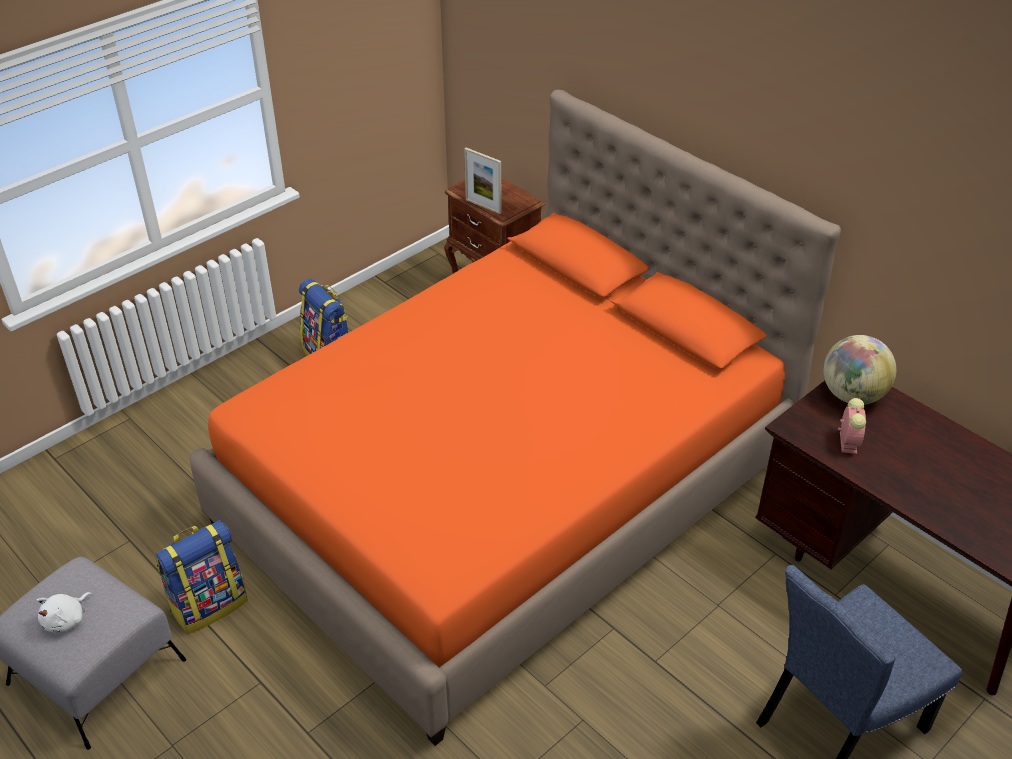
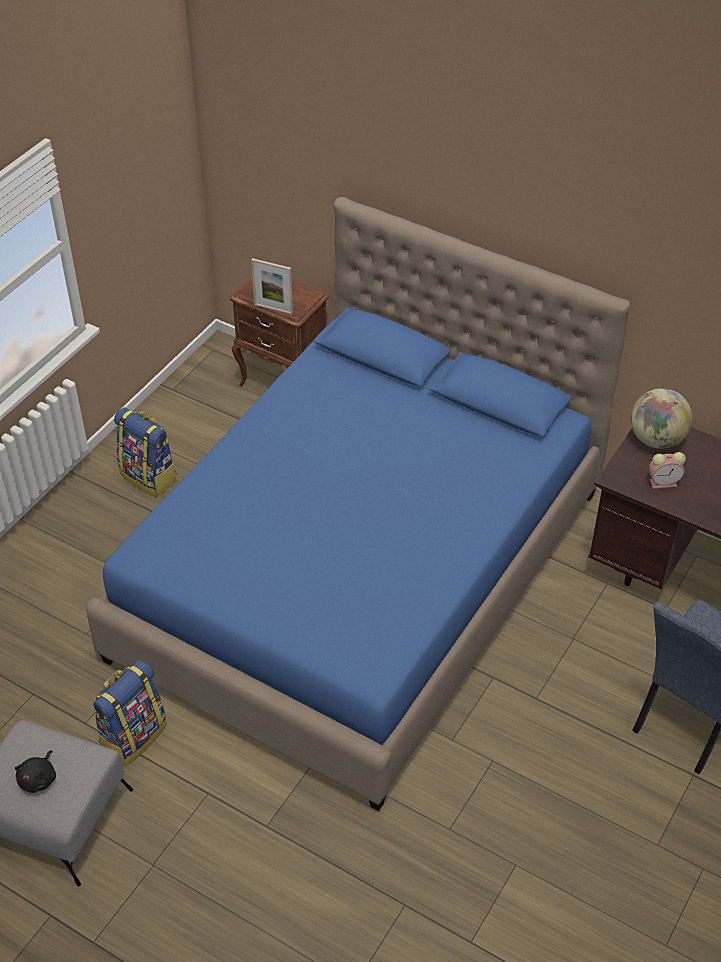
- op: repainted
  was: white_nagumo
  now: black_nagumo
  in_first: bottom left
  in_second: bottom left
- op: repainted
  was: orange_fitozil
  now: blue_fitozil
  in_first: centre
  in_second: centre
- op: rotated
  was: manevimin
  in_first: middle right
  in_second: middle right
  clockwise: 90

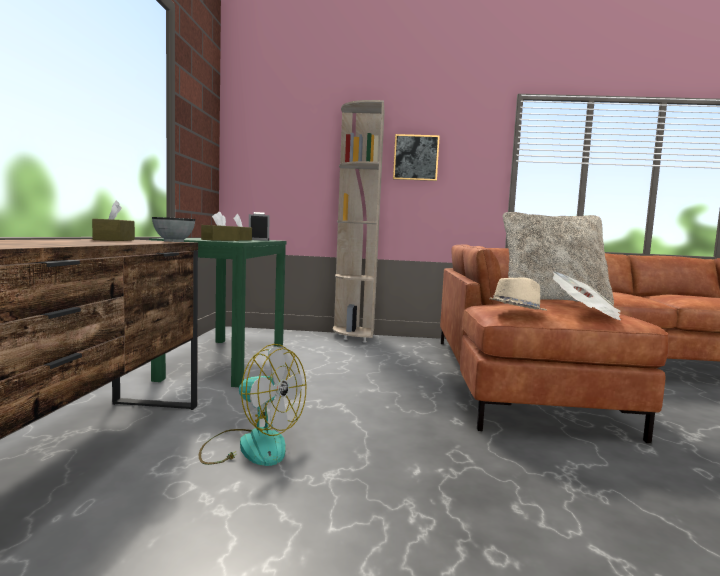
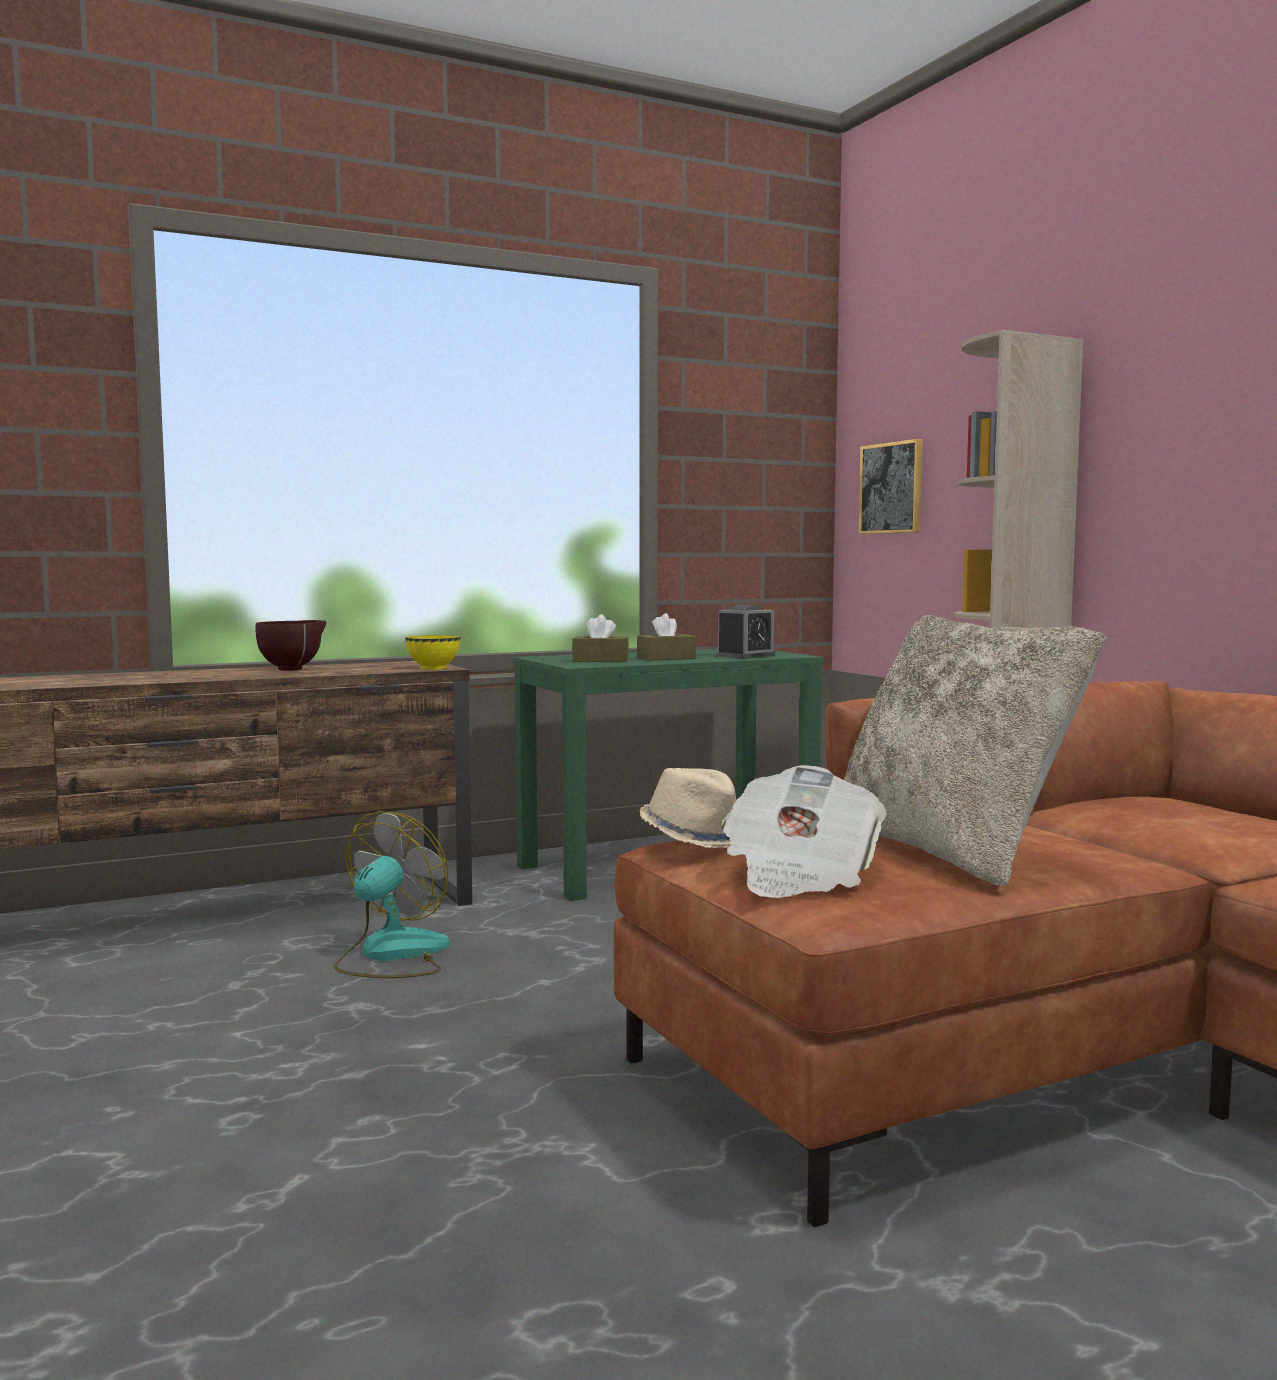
- op: new
  now: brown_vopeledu
  in_second: middle left
- op: rotated
  was: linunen
  in_first: bottom centre
  in_second: middle left
  clockwise: -150
- op: repainted
  was: grey_vopeledu
  now: yellow_vopeledu
  in_first: middle left
  in_second: centre
- op: shifted
  was: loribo
  in_first: top centre
  in_second: middle right
- op: gone
  was: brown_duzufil (no. 1 from left)
  in_first: middle left

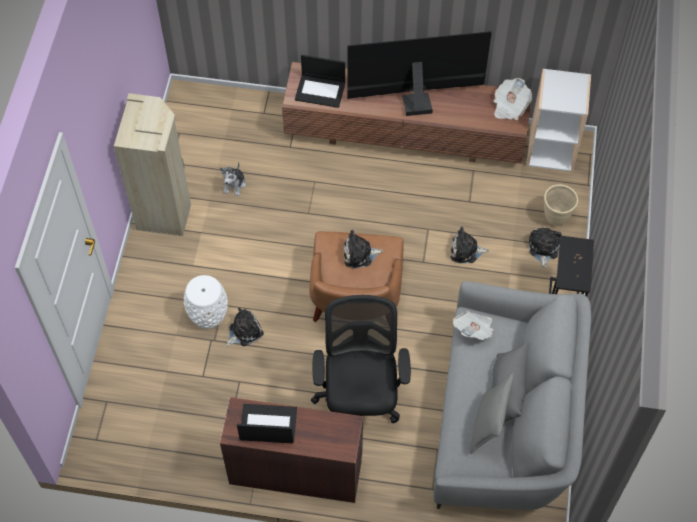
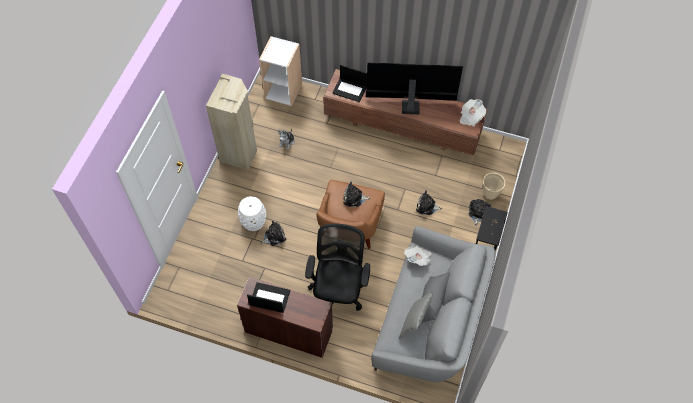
- op: shifted
  was: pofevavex
  in_first: top right
  in_second: top centre

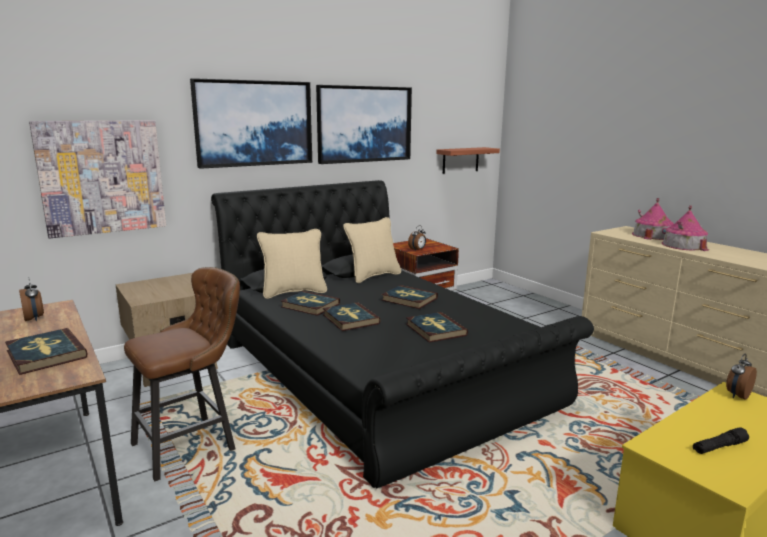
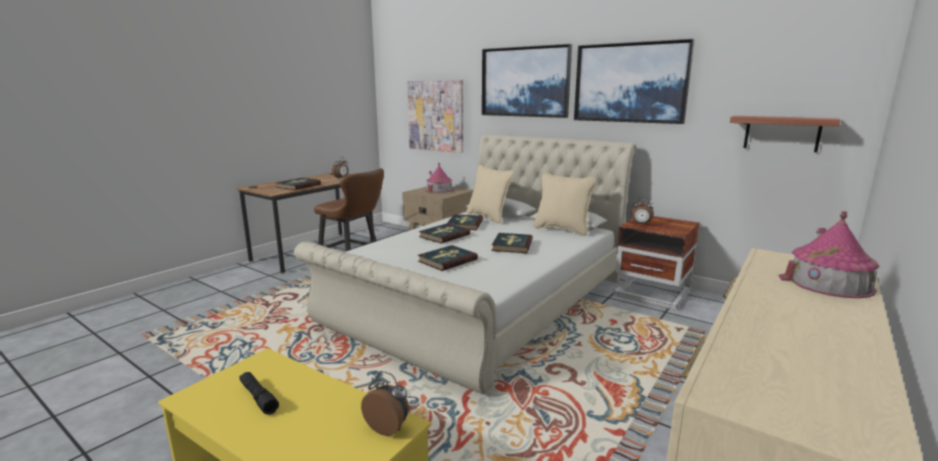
- op: repainted
  was: black_fitozil
  now: beige_fitozil
  in_first: centre
  in_second: centre
- op: shifted
  was: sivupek (no. 2 from left in the first image)
  now: sivupek (no. 1 from left)
  in_first: middle right
  in_second: centre

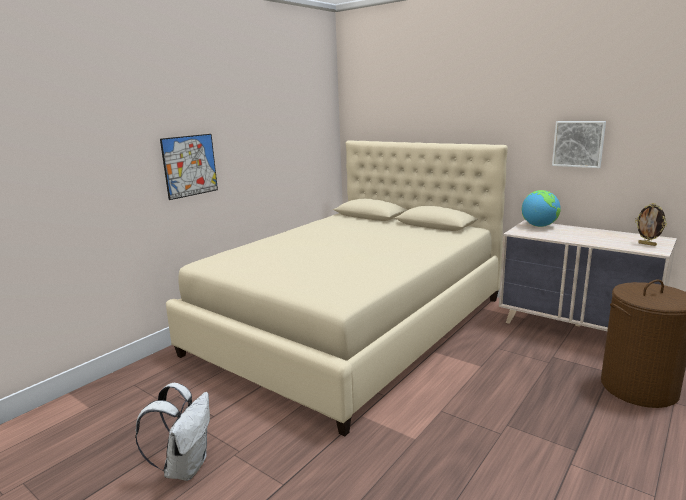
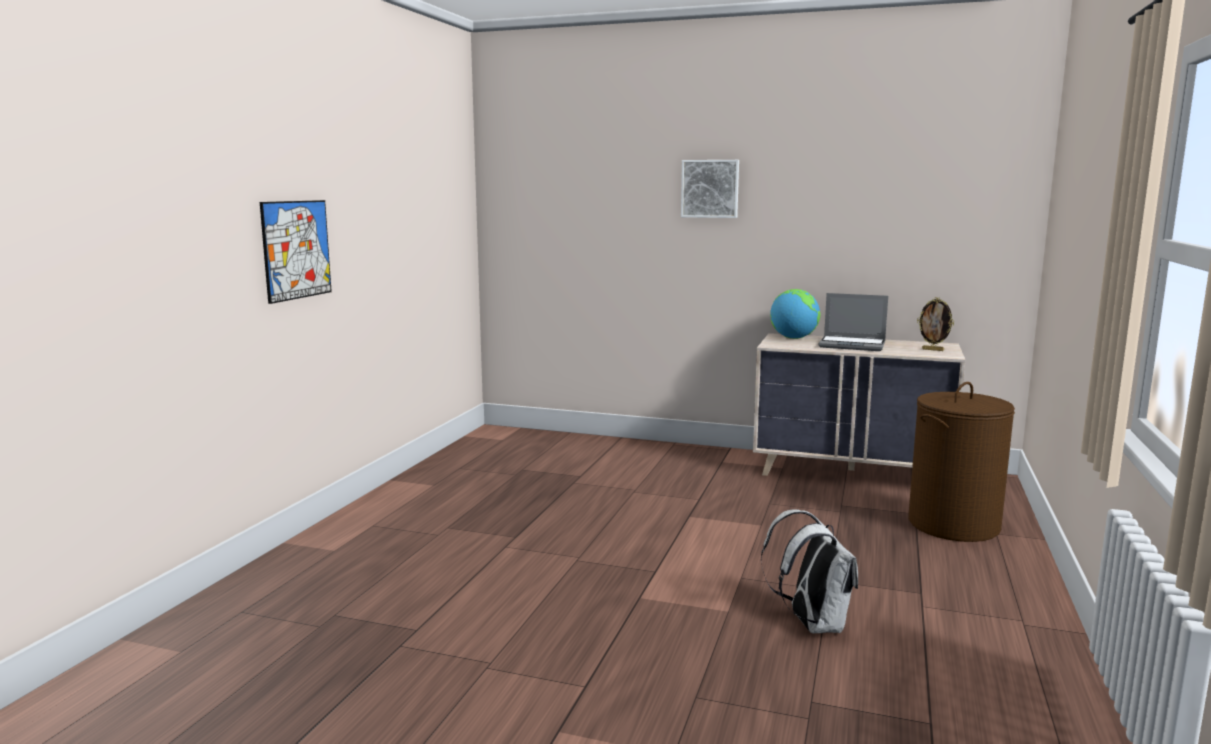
- op: shifted
  was: loribo (no. 2 from left)
  in_first: top right
  in_second: top centre
- op: shifted
  was: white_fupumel
  in_first: bottom left
  in_second: bottom right
- op: new
  now: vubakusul
  in_second: middle right
- op: gone
  was: beige_fitozil
  in_first: centre

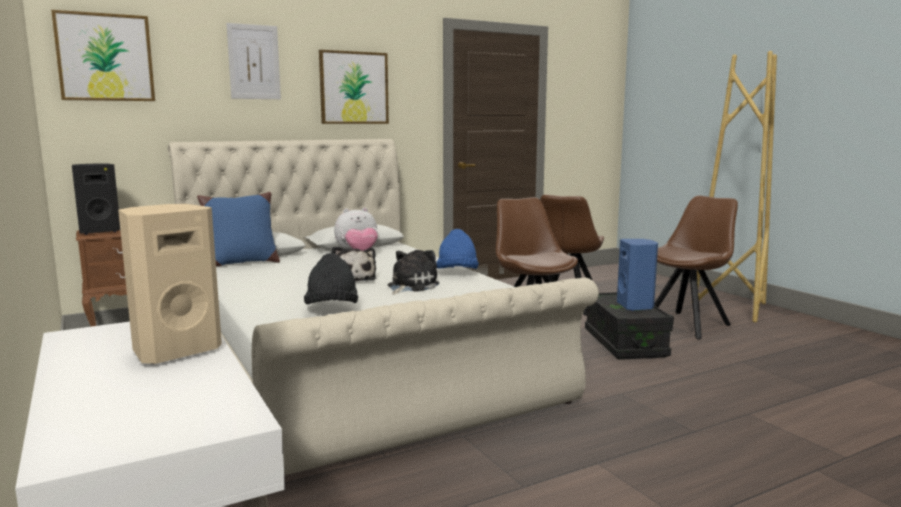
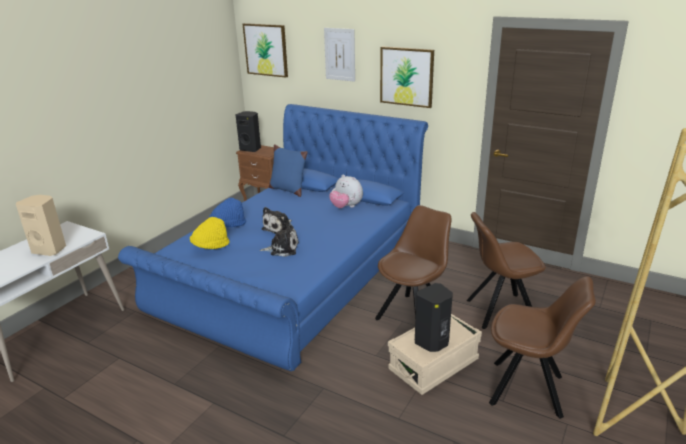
- op: repainted
  was: beige_fitozil
  now: blue_fitozil
  in_first: centre
  in_second: centre
- op: repainted
  was: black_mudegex
  now: yellow_mudegex
  in_first: centre
  in_second: middle left
- op: shifted
  was: blue_mudegex
  in_first: centre
  in_second: middle left
- op: repainted
  was: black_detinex
  now: beige_detinex
  in_first: middle right
  in_second: bottom centre
- op: repainted
  was: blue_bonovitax
  now: black_bonovitax (no. 2 from left)
  in_first: middle right
  in_second: bottom centre

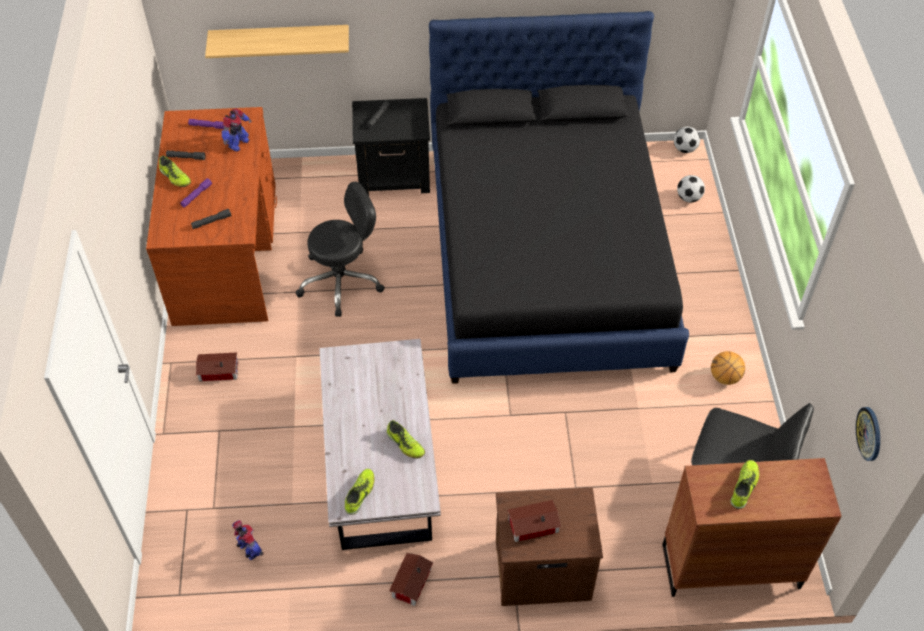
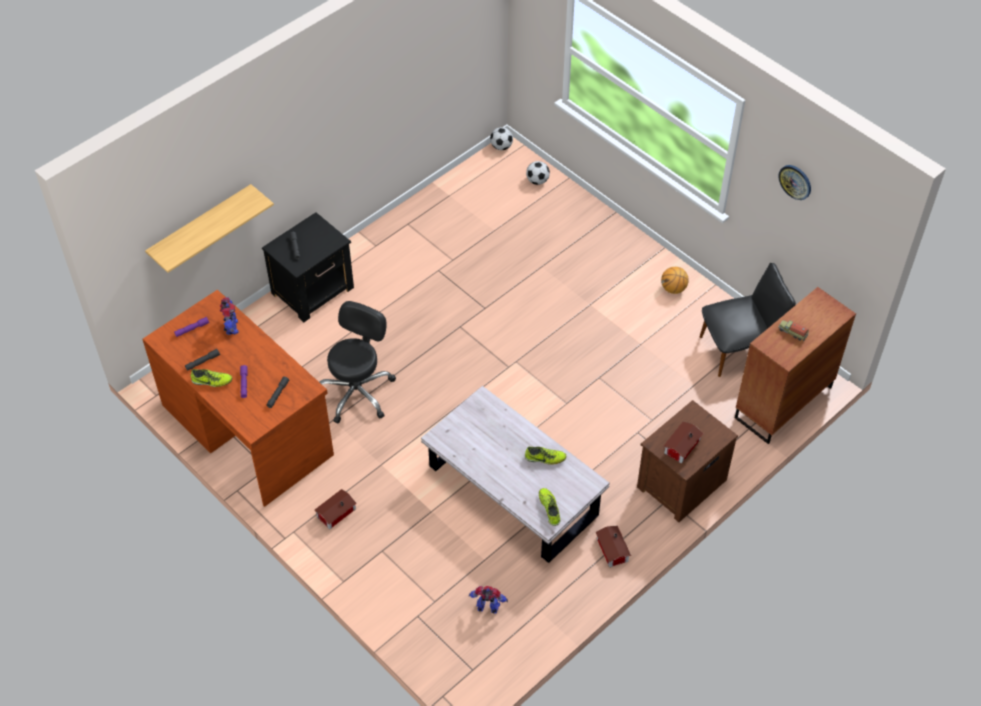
- op: shifted
  was: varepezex
  in_first: bottom right
  in_second: top right
- op: swapped
  was: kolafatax (no. 4 from left)
  now: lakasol
  in_first: bottom right
  in_second: middle right
- op: gone
  was: black_fitozil
  in_first: top centre

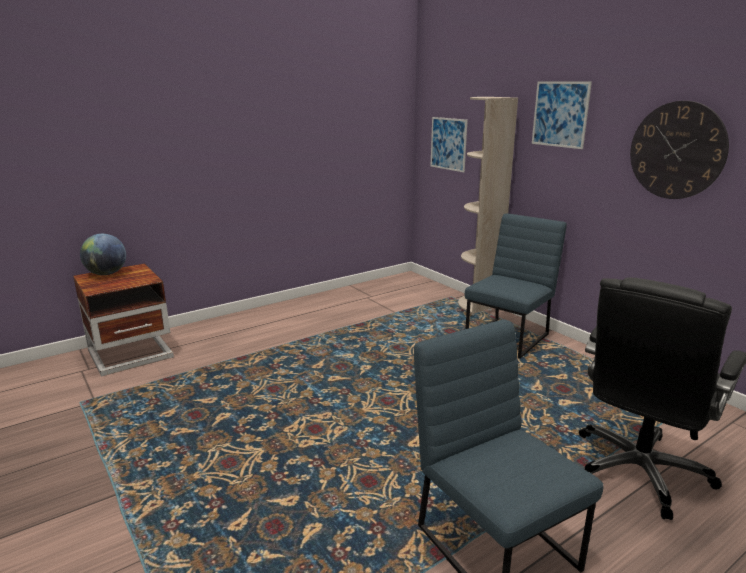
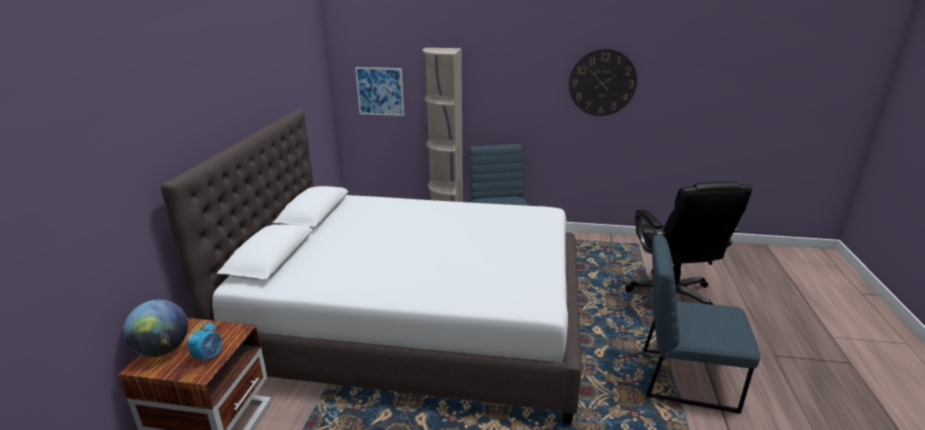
- op: new
  now: white_fitozil
  in_second: centre
- op: new
  now: manevimin
  in_second: bottom left
- op: gone
  was: loribo (no. 2 from left)
  in_first: top right

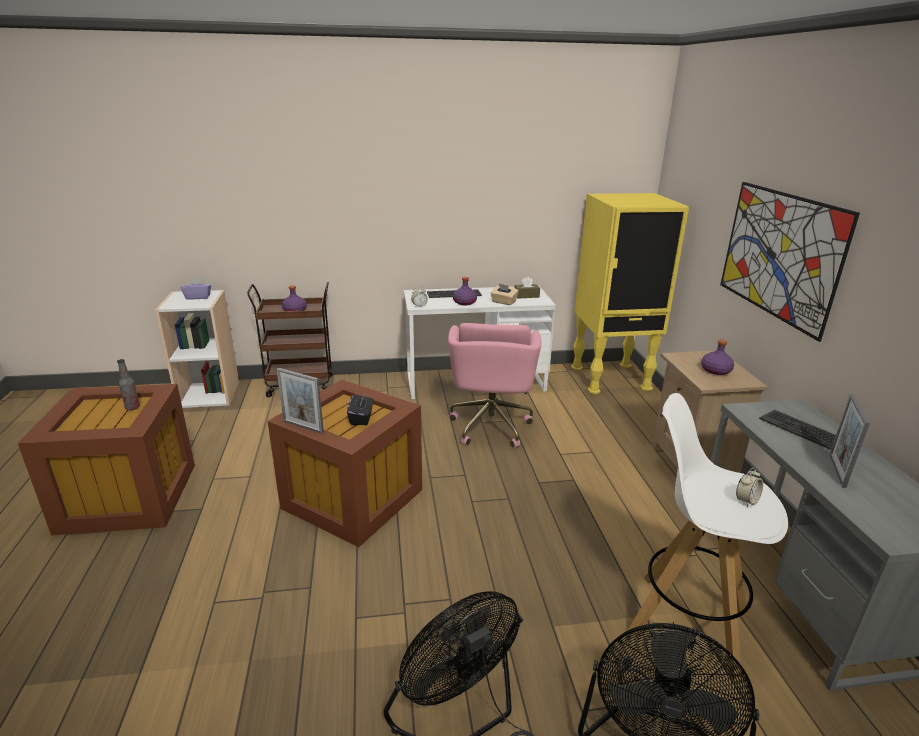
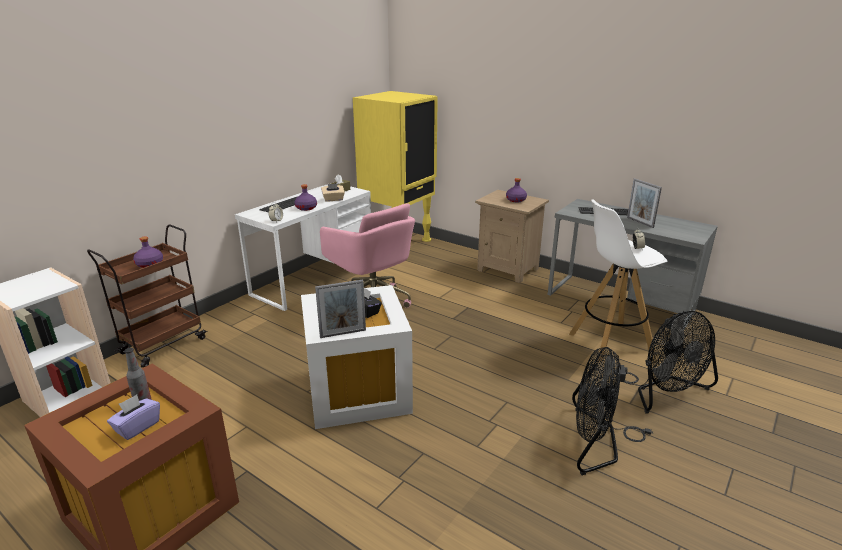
- op: shifted
  was: purple_duzufil
  in_first: middle left
  in_second: bottom left
- op: repainted
  was: brown_detinex (no. 2 from left)
  now: white_detinex
  in_first: centre
  in_second: centre
- op: gone
  was: loribo
  in_first: middle right

